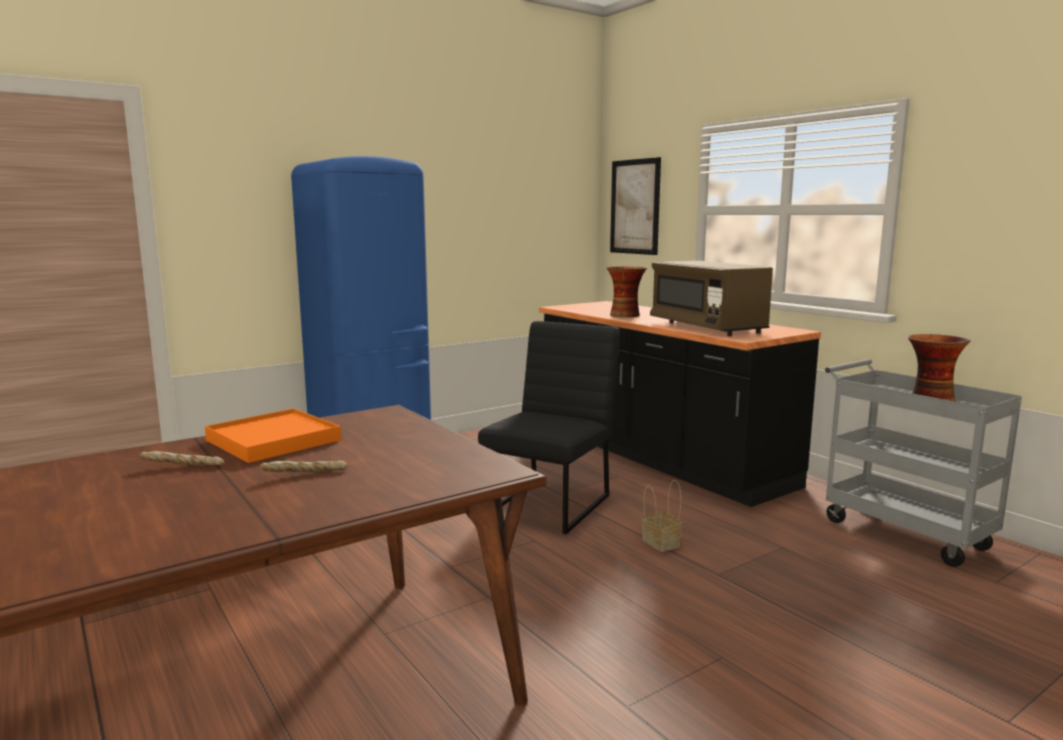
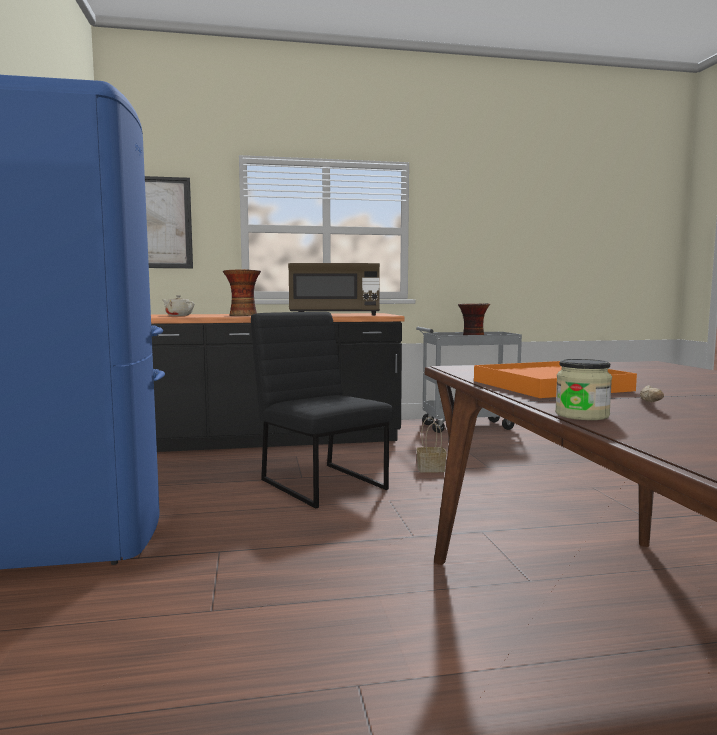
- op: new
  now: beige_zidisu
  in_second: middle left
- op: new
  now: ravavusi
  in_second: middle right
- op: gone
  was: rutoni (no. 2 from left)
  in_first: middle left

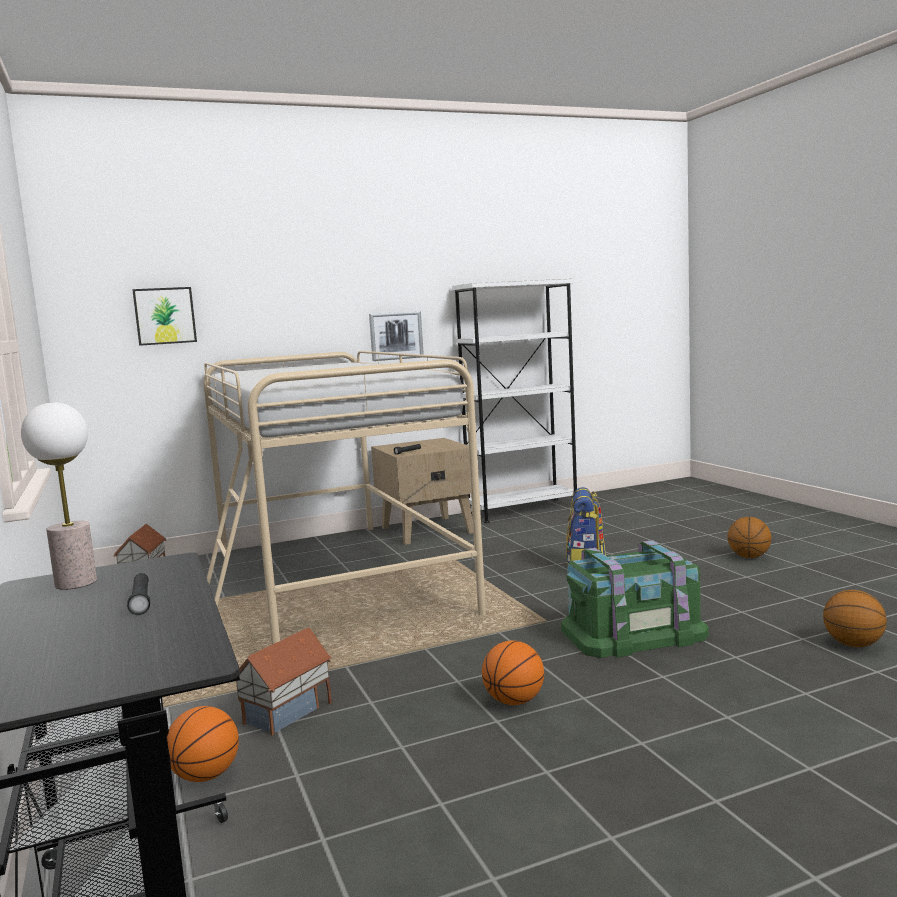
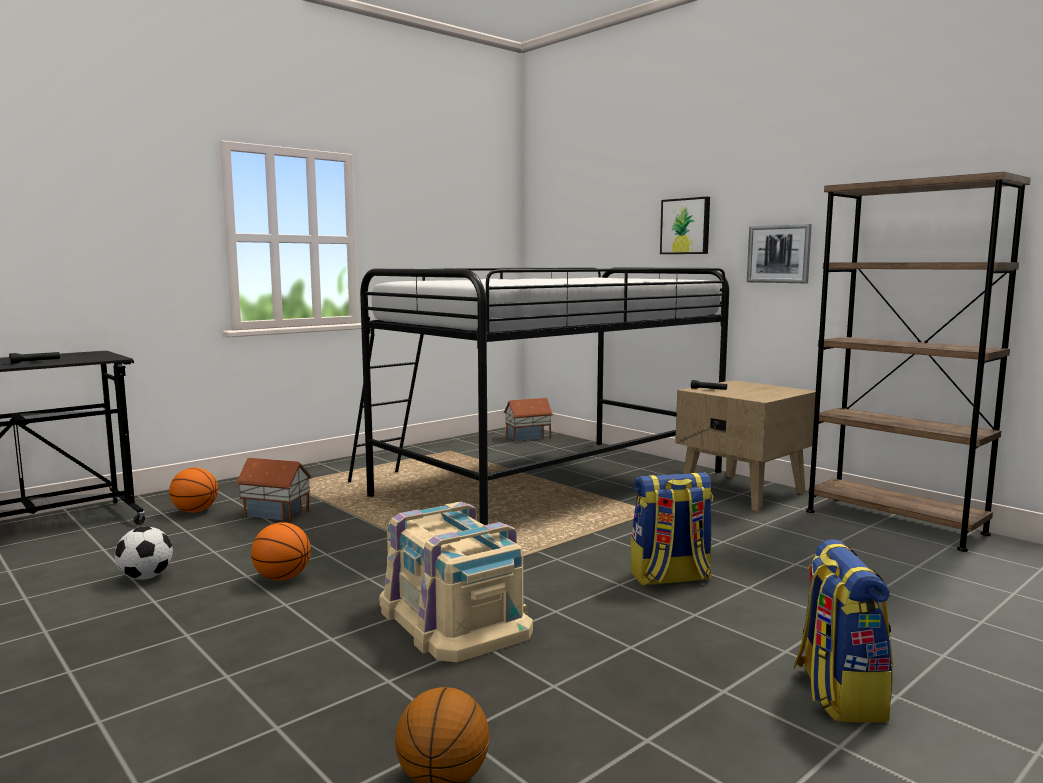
- op: new
  now: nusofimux
  in_second: bottom left
- op: repainted
  was: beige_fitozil
  now: black_fitozil
  in_first: centre
  in_second: centre
- op: repainted
  was: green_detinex
  now: beige_detinex
  in_first: bottom right
  in_second: bottom centre
- op: shifted
  was: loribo (no. 1 from left)
  in_first: middle left
  in_second: top centre
- op: swapped
  was: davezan (no. 3 from left)
  now: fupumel (no. 2 from left)
  in_first: middle right
  in_second: bottom right
- op: repainted
  was: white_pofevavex
  now: brown_pofevavex
  in_first: centre
  in_second: middle right
- op: gone
  was: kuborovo
  in_first: middle left

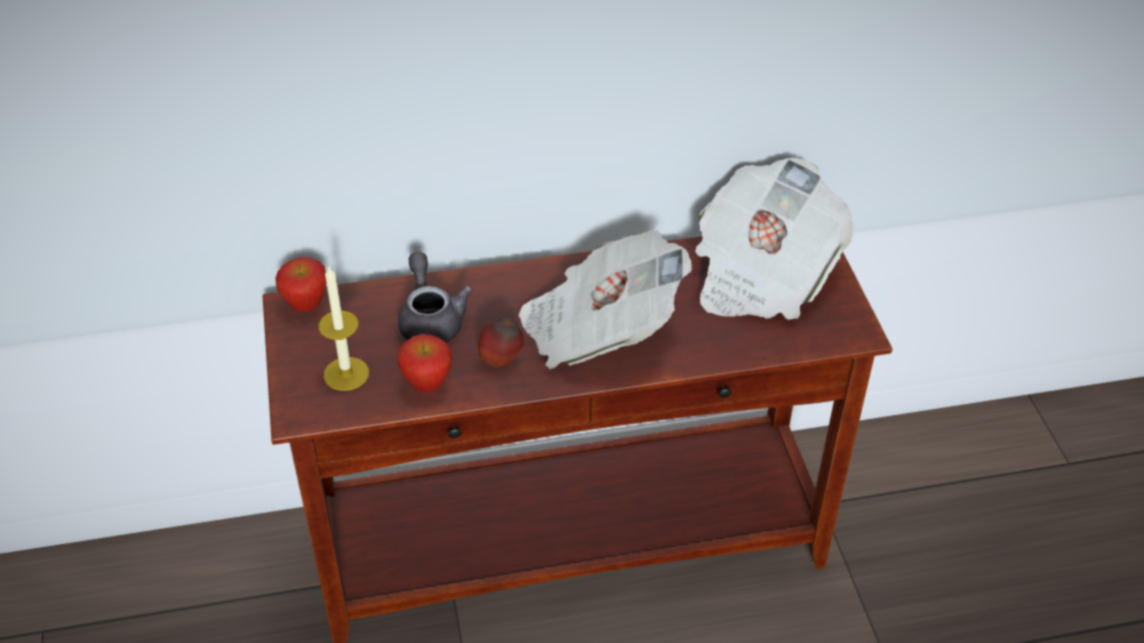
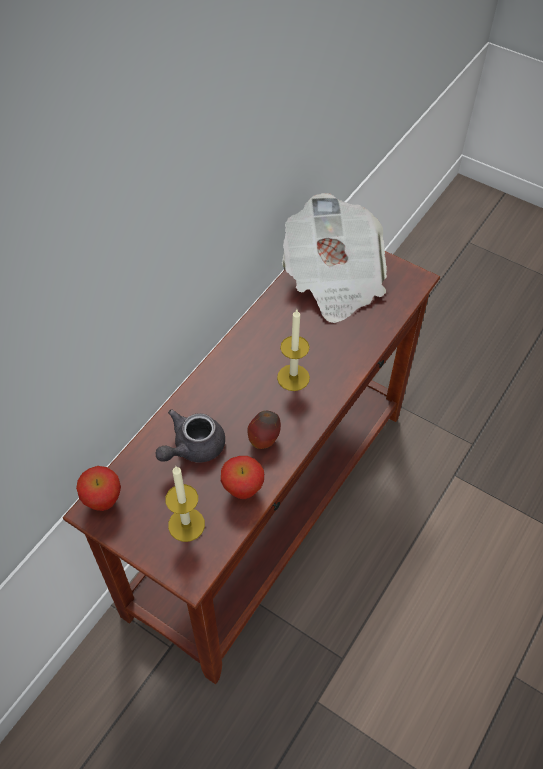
- op: rotated
  was: grey_zidisu
  in_first: centre
  in_second: centre
  clockwise: -75
- op: swapped
  was: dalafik (no. 1 from left)
  now: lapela (no. 2 from left)
  in_first: centre
  in_second: centre

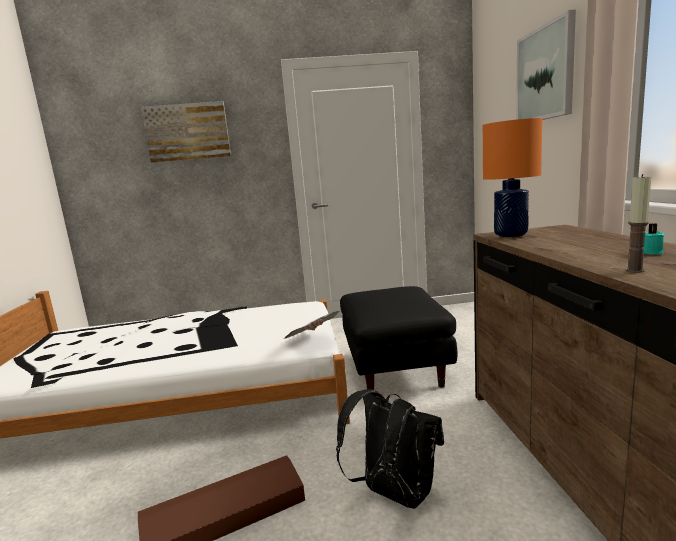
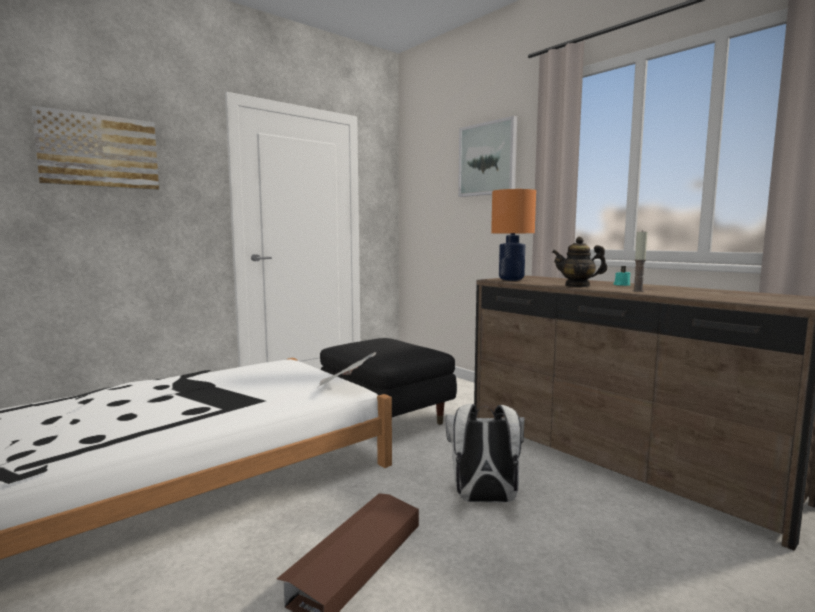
- op: repainted
  was: black_fupumel
  now: white_fupumel
  in_first: bottom centre
  in_second: bottom centre
- op: new
  now: zidisu
  in_second: middle right

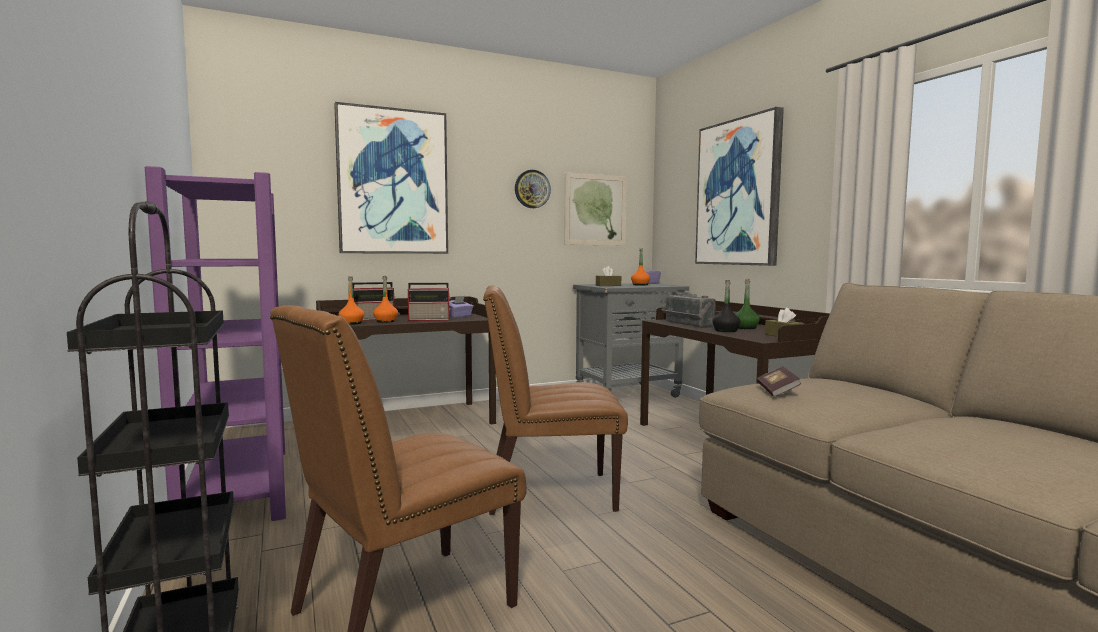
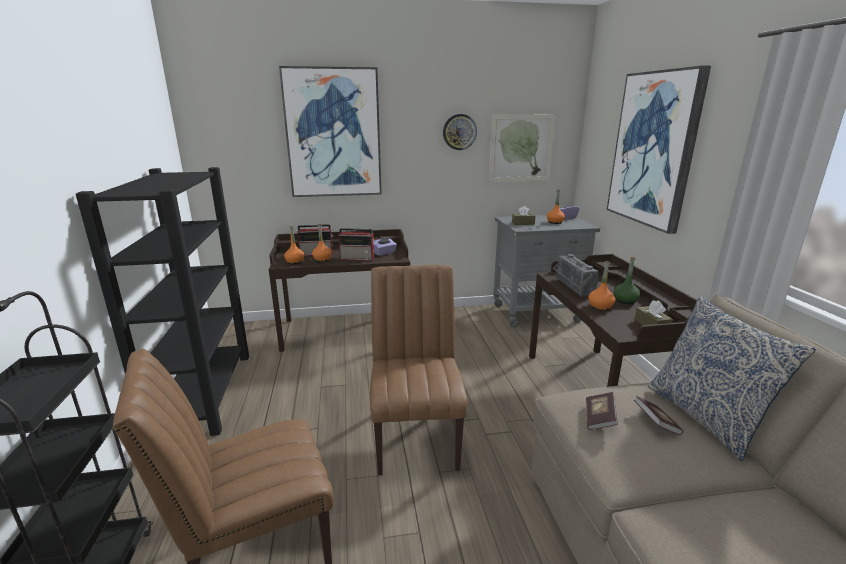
- op: repainted
  was: purple_pofevavex
  now: black_pofevavex
  in_first: middle left
  in_second: middle left
- op: rotated
  was: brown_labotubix (no. 2 from left)
  in_first: centre
  in_second: centre
  clockwise: 75
- op: repainted
  was: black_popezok
  now: orange_popezok (no. 4 from left)
  in_first: centre
  in_second: middle right
- op: new
  now: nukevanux (no. 2 from left)
  in_second: bottom right
- op: new
  now: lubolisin
  in_second: bottom right

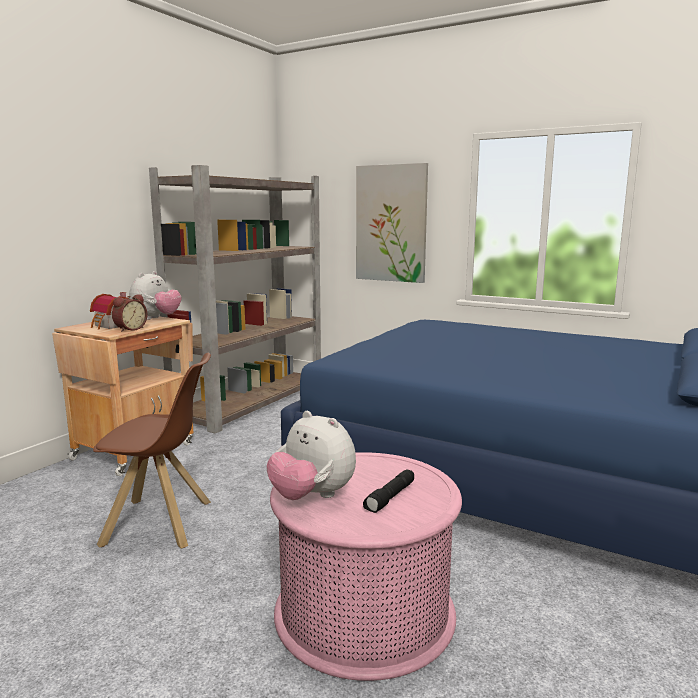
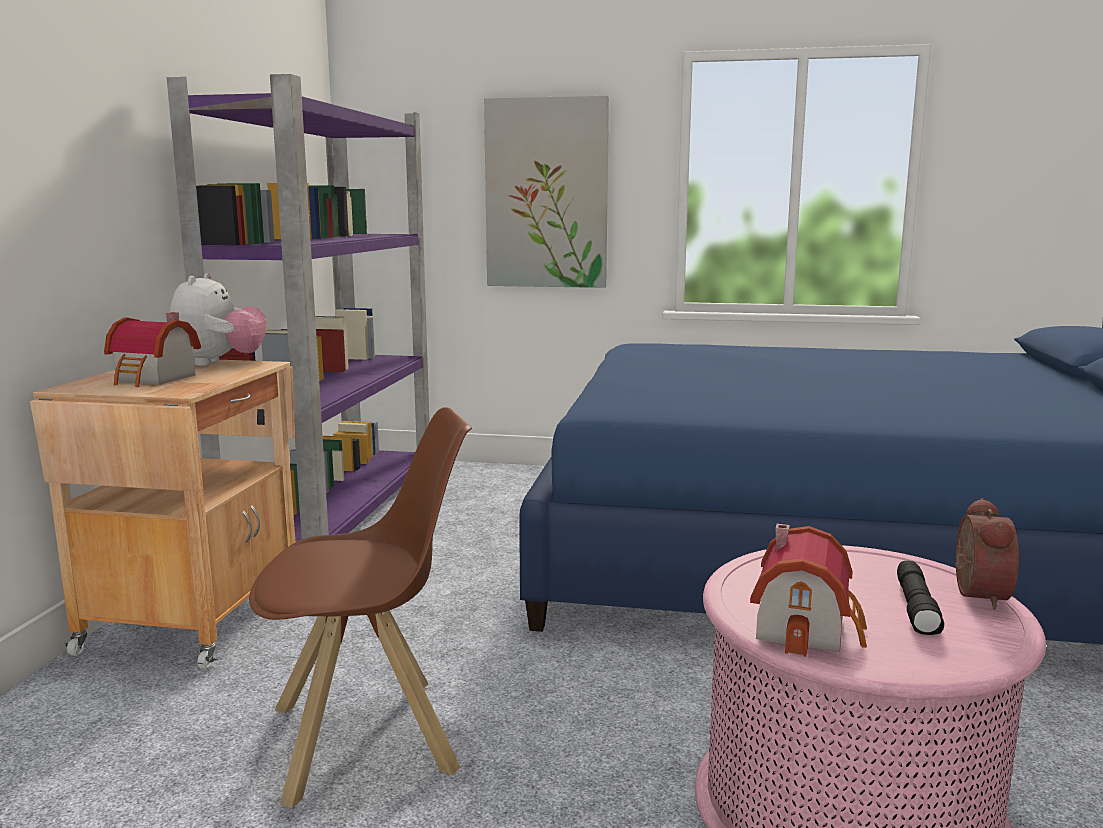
- op: repainted
  was: brown_pofevavex
  now: purple_pofevavex
  in_first: centre
  in_second: middle left
- op: swapped
  was: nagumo (no. 2 from left)
  now: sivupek (no. 2 from left)
  in_first: centre
  in_second: bottom right
- op: shifted
  was: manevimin
  in_first: middle left
  in_second: bottom right

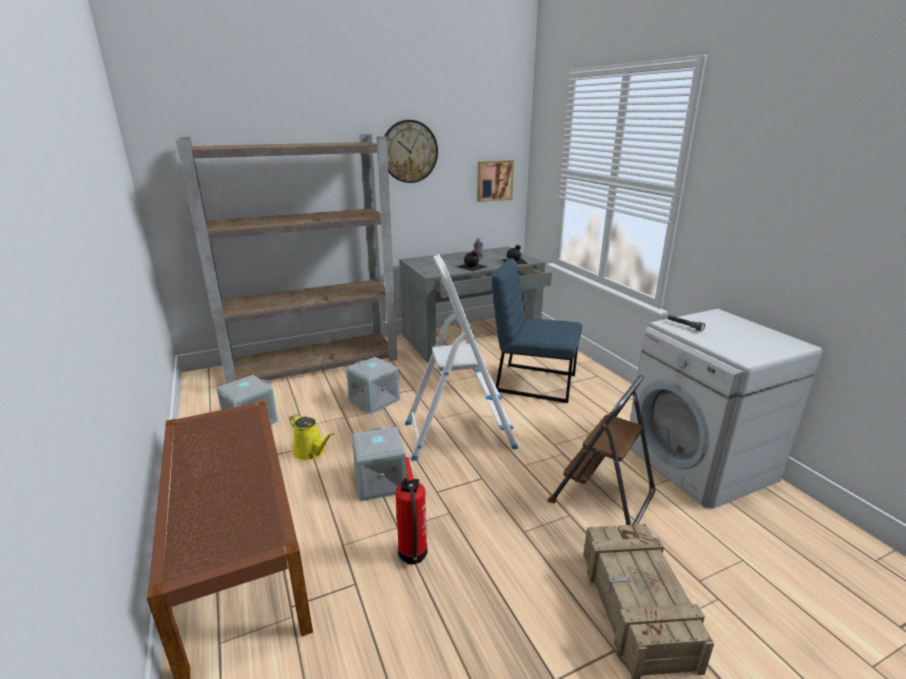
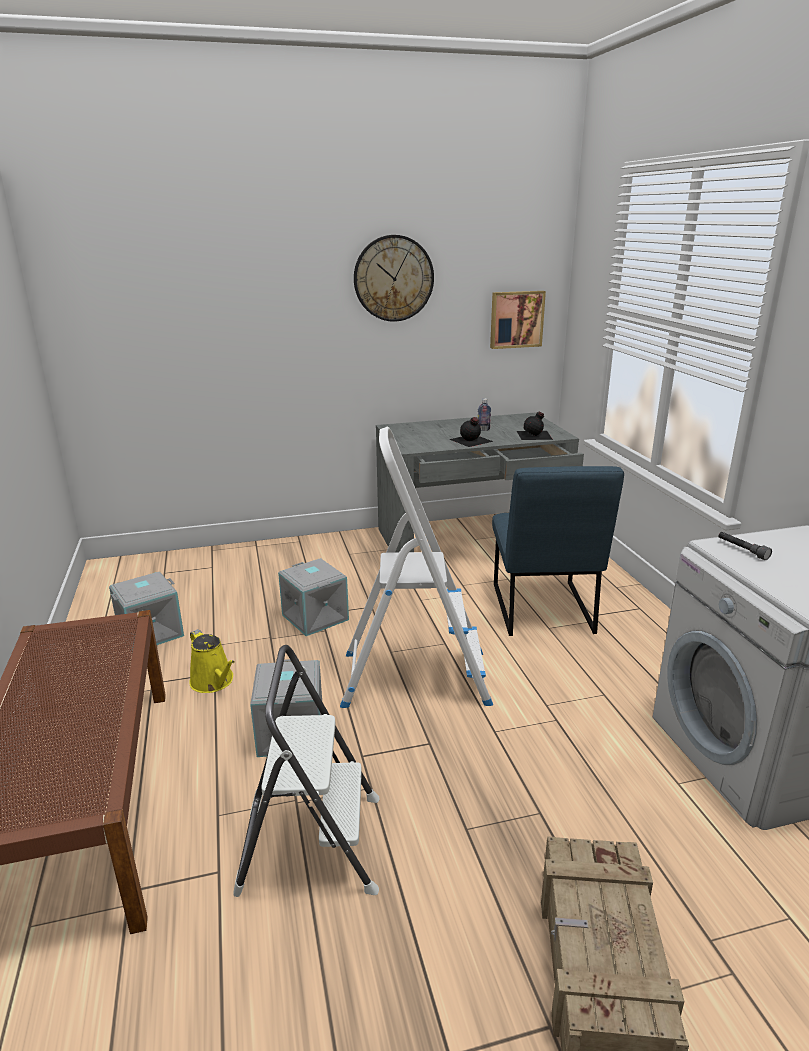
- op: swapped
  was: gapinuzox
  now: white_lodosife (no. 1 from left)
  in_first: bottom centre
  in_second: bottom centre
- op: rotated
  was: blue_labotubix
  in_first: centre
  in_second: middle right
  clockwise: -120
- op: gone
  was: brown_pofevavex
  in_first: middle left
- op: gone
  was: brown_lodosife
  in_first: centre

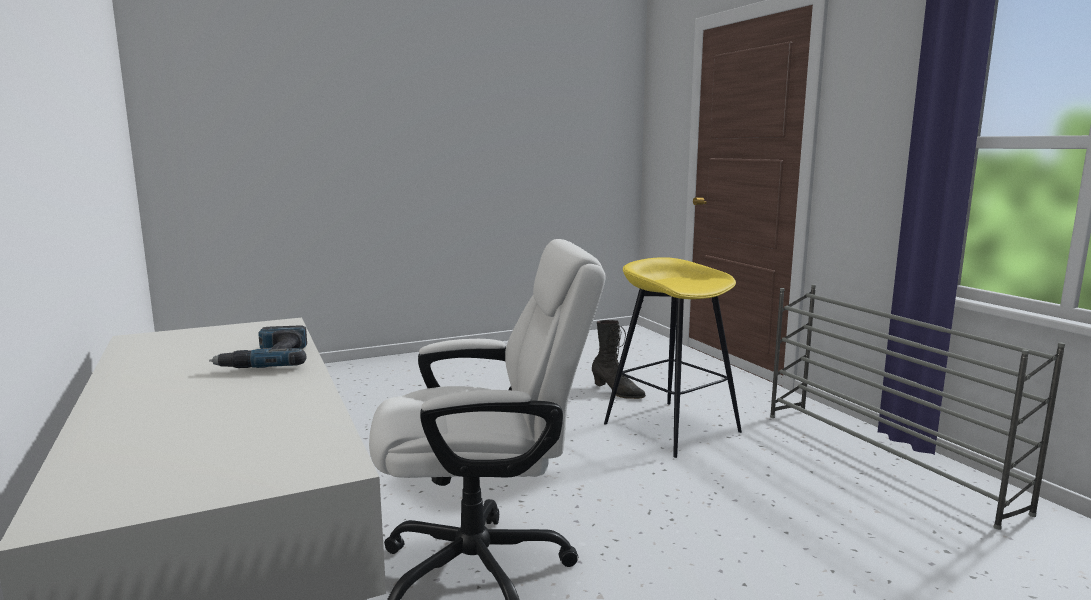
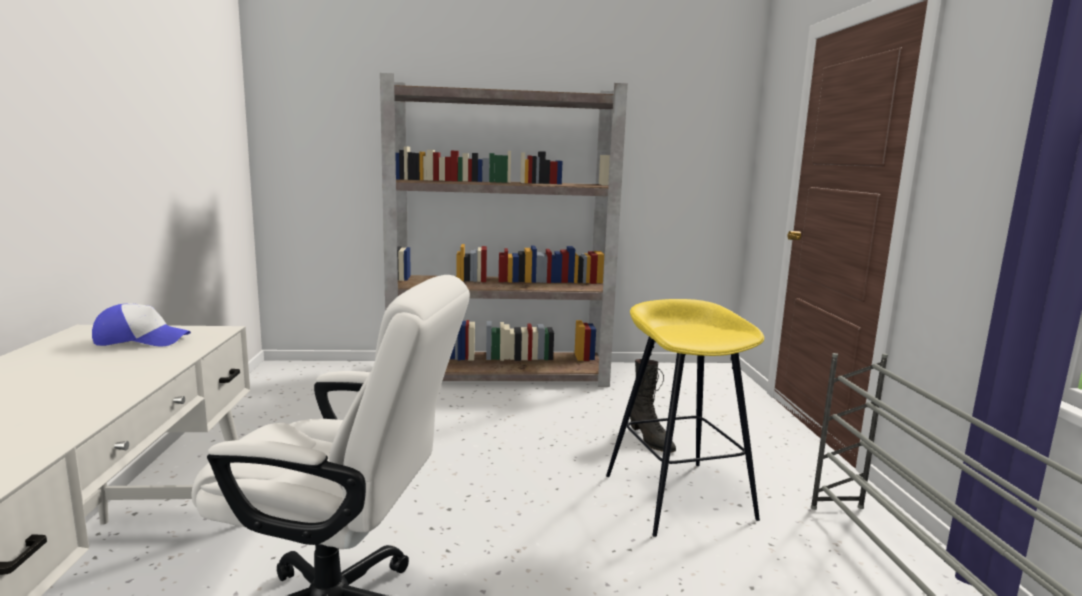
- op: new
  now: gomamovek
  in_second: middle left
- op: new
  now: brown_pofevavex
  in_second: centre
- op: gone
  was: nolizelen
  in_first: middle left

